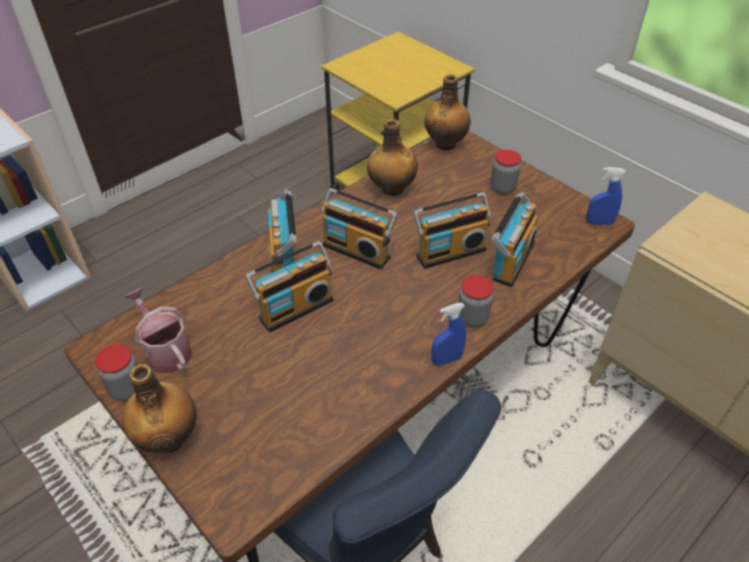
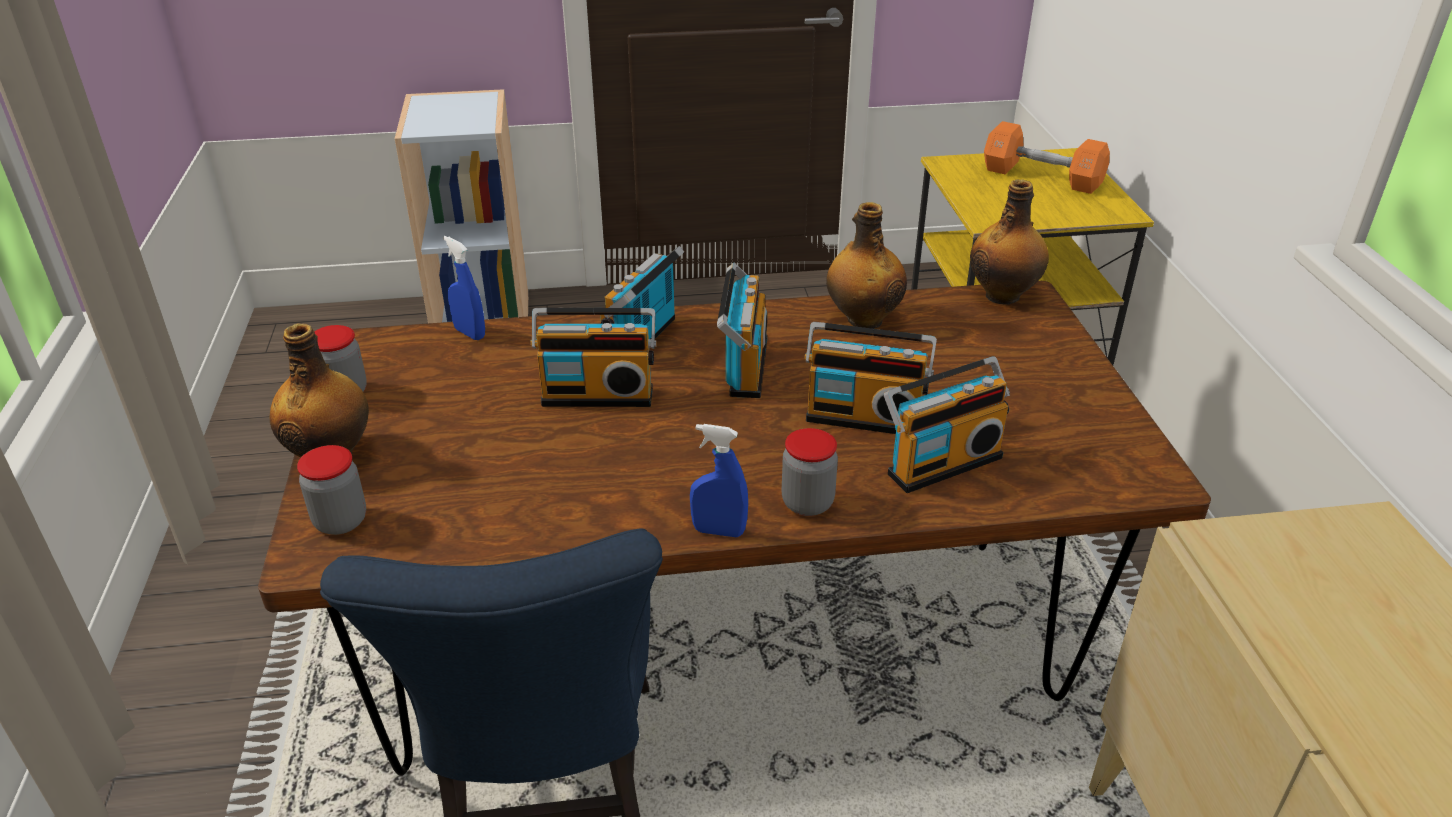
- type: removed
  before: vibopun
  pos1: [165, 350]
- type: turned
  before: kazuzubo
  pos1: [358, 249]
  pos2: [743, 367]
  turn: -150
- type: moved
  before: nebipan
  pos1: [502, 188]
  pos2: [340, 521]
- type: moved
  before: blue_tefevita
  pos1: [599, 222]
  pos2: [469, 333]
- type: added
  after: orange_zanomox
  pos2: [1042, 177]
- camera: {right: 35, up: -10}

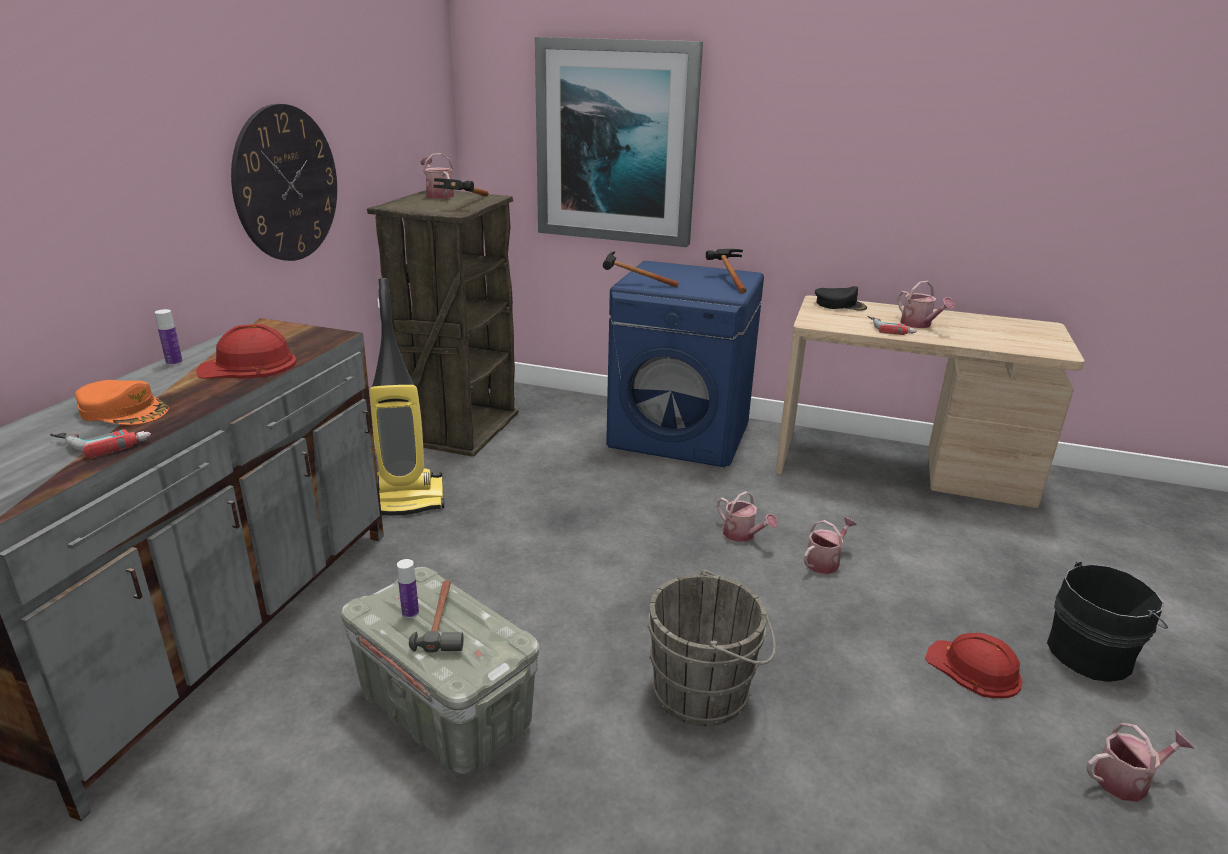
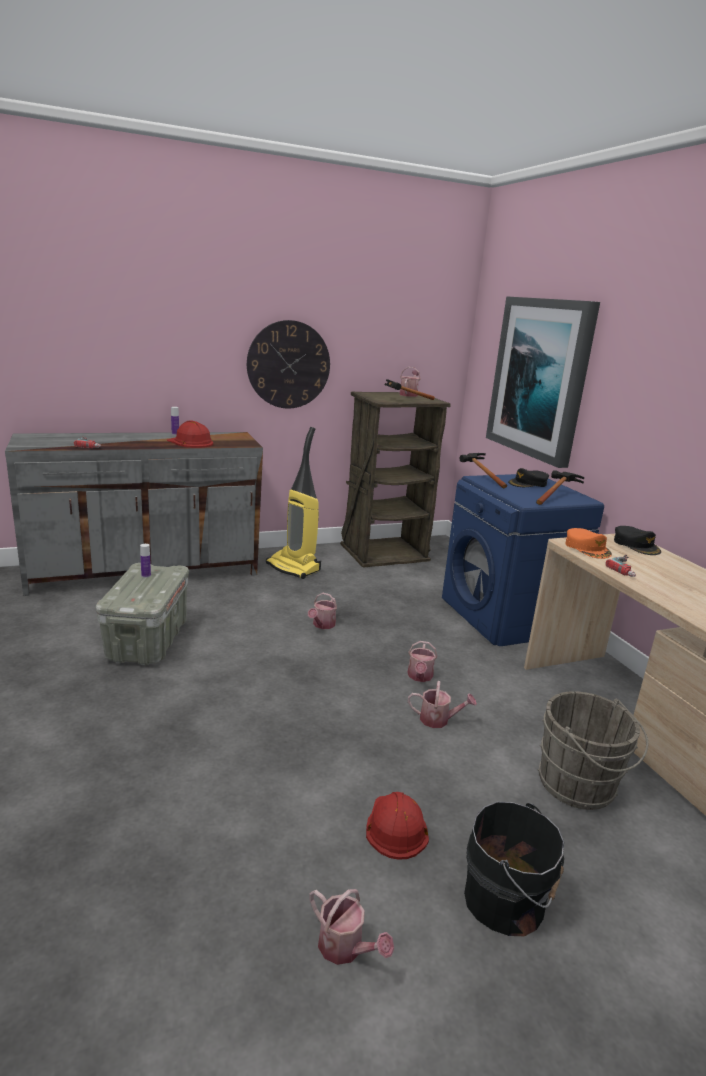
- type: moved
  before: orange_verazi
  pos1: [124, 411]
  pos2: [587, 548]
- type: removed
  before: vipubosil
  pos1: [443, 620]
- type: moved
  before: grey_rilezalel
  pos1: [707, 691]
  pos2: [580, 786]
- type: moved
  before: vibopun
  pos1: [919, 325]
  pos2: [322, 625]
- type: added
  after: black_verazi
  pos2: [528, 483]
- camera: {right: 50, up: -5}

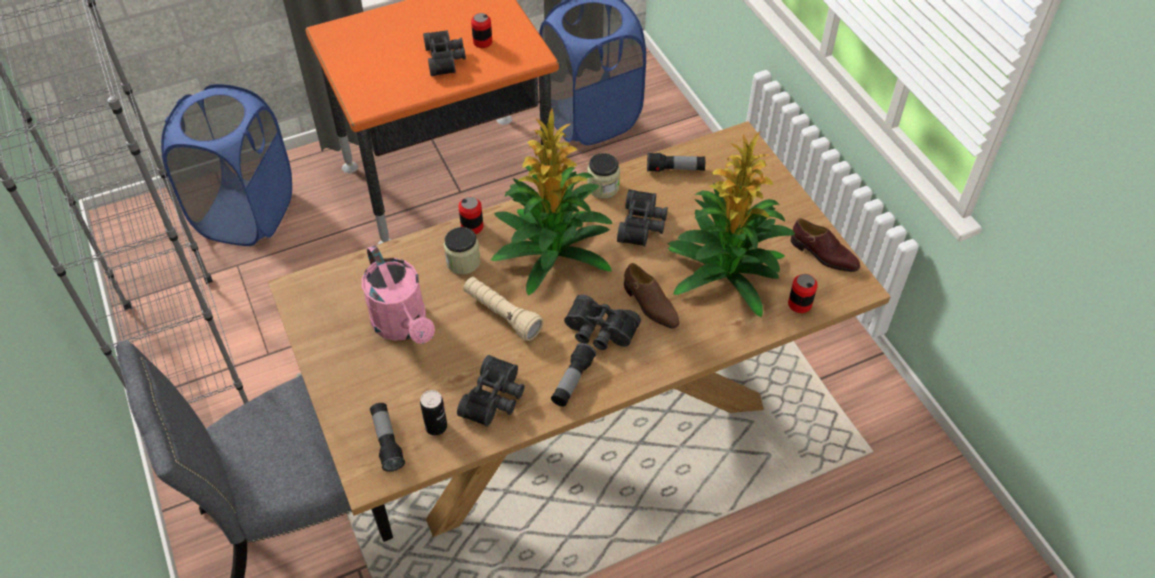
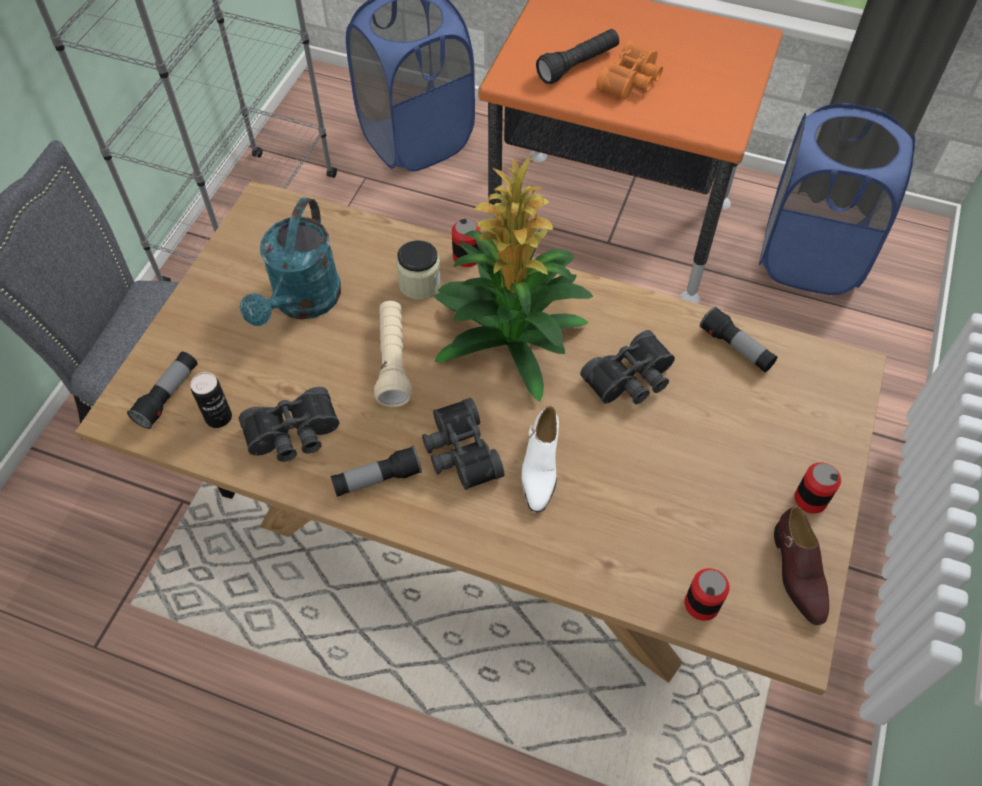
- type: recoloured
  before: pink_vibopun
  after: turquoise_vibopun
  pos1: [404, 326]
  pos2: [302, 303]
- type: recoloured
  before: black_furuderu
  after: orange_furuderu
  pos1: [446, 59]
  pos2: [632, 81]
- type: moved
  before: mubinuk
  pos1: [482, 42]
  pos2: [810, 499]
- type: removed
  before: nebipan
  pos1: [603, 187]
- type: recoloured
  before: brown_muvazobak
  after: white_muvazobak
  pos1: [650, 305]
  pos2: [540, 468]
- type: removed
  before: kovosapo
  pos1: [726, 270]
- type: added
  after: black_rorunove
  pos2: [578, 65]
- camera: {right: 45, up: 5}

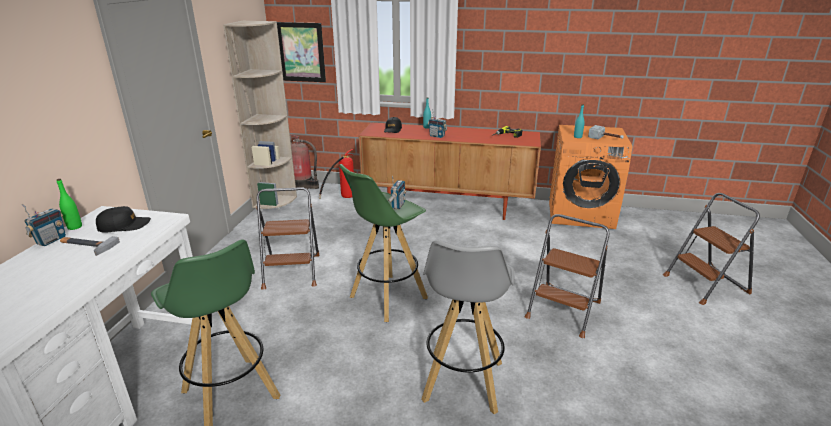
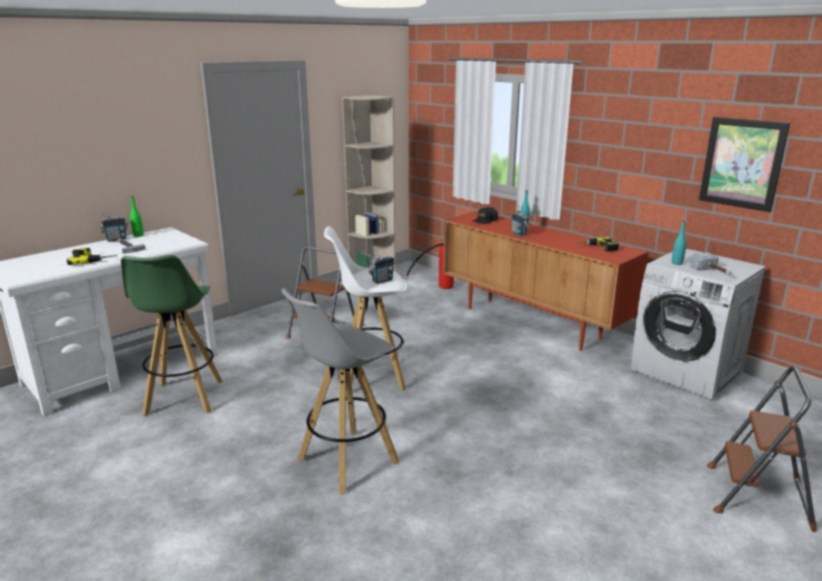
- type: removed
  before: black_verazi
  pos1: [124, 225]
- type: moved
  before: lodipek
  pos1: [301, 52]
  pos2: [742, 163]
- type: removed
  before: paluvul
  pos1: [304, 186]
- type: recoloured
  before: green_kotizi
  after: white_kotizi
  pos1: [386, 297]
  pos2: [370, 377]
- type: removed
  before: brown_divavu
  pos1: [565, 308]
- type: recoloured
  before: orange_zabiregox
  after: white_zabiregox
  pos1: [580, 216]
  pos2: [685, 374]
- type: added
  after: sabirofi
  pos2: [93, 259]
- camera: {right: 35, up: -5}

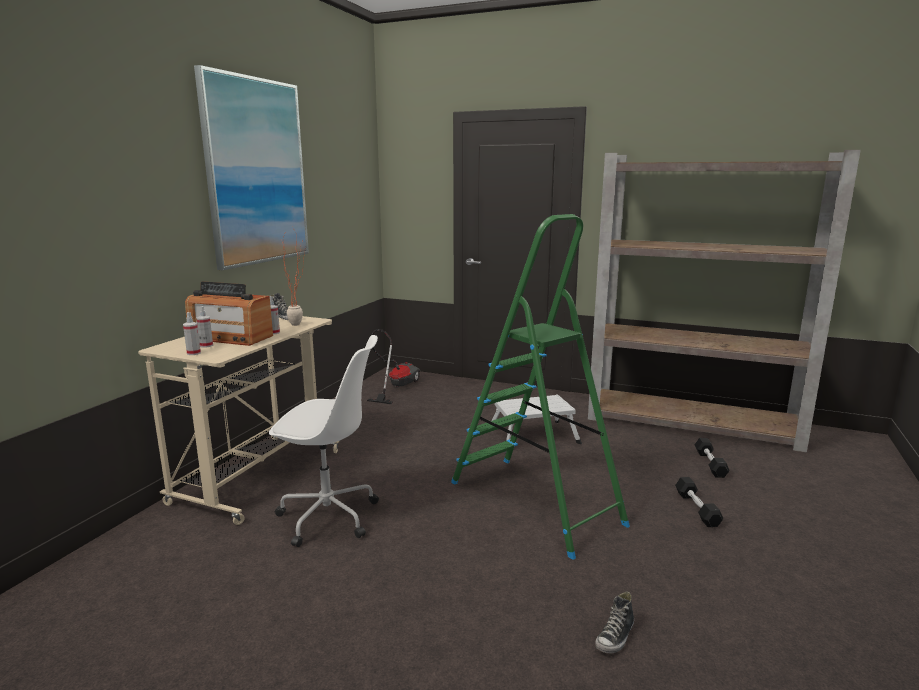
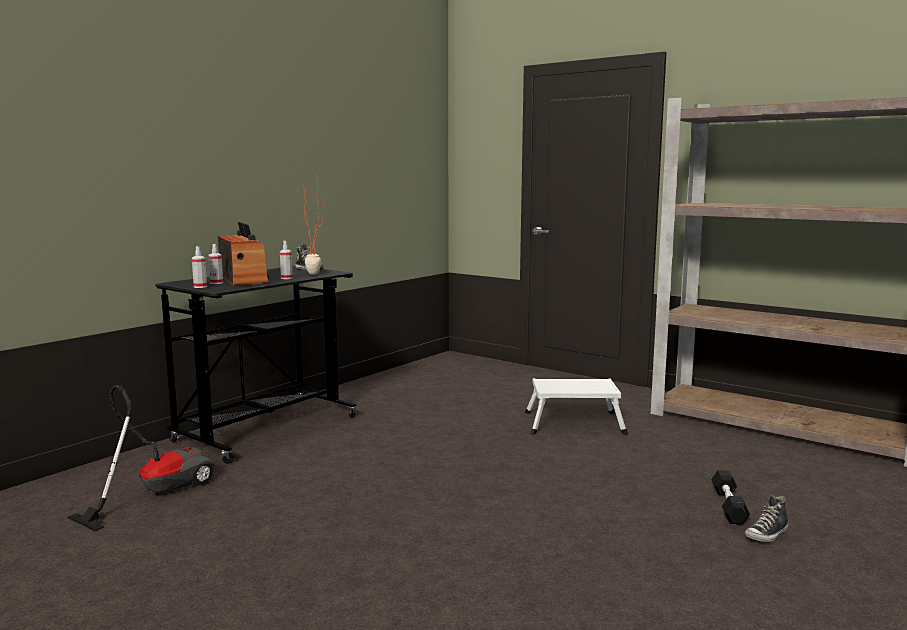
- type: recoloured
  before: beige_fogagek
  after: black_fogagek
  pos1: [258, 476]
  pos2: [267, 428]
- type: turned
  before: kazuzubo
  pos1: [230, 337]
  pos2: [243, 279]
  turn: -150
- type: removed
  before: lodipek
  pos1: [256, 172]
- type: removed
  before: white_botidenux
  pos1: [331, 517]
- type: moved
  before: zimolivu
  pos1: [395, 387]
  pos2: [155, 492]
- type: removed
  before: green_divavu
  pos1: [533, 502]
- type: moved
  before: muvazobak
  pos1: [615, 637]
  pos2: [767, 534]
- type: removed
  before: black_zanomox
  pos1: [710, 464]
- camera: {right: 15, up: -5}

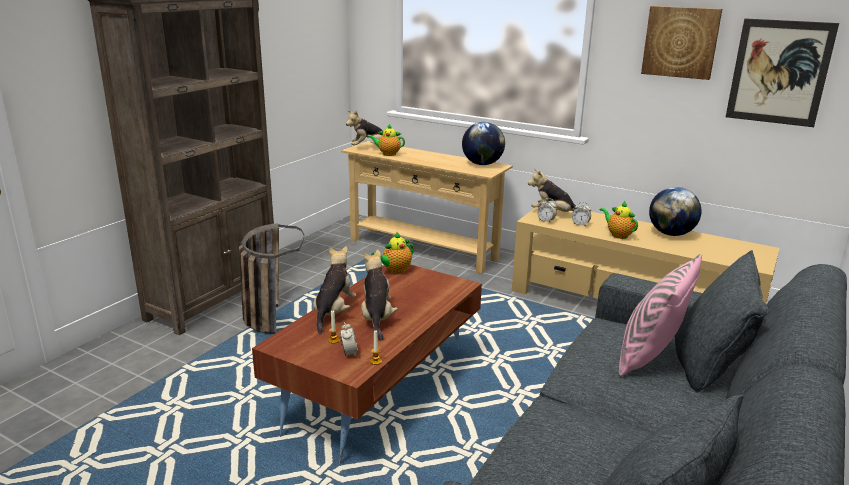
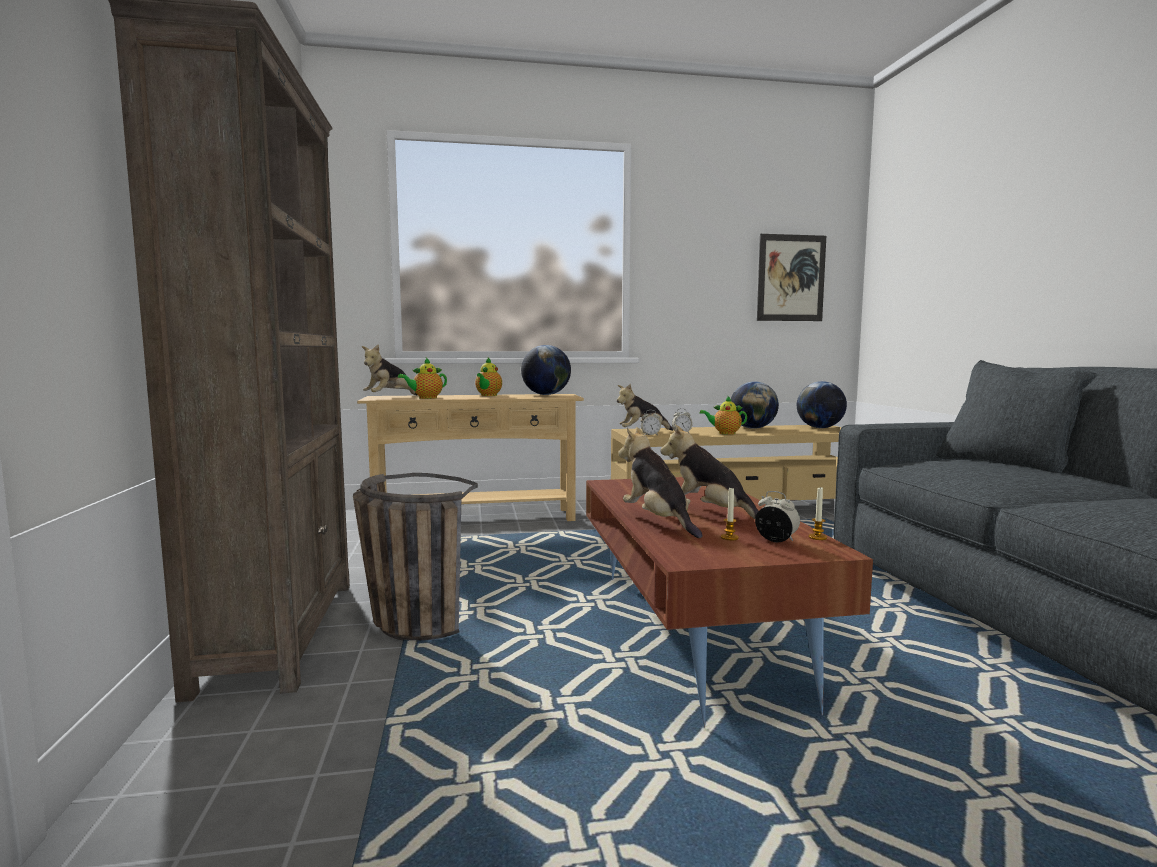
- type: moved
  before: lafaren
  pos1: [395, 270]
  pos2: [488, 395]
- type: removed
  before: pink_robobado
  pos1: [650, 357]
- type: removed
  before: lodipek
  pos1: [680, 42]
- type: added
  after: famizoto
  pos2: [820, 428]
- camera: {right: -40, up: -15}

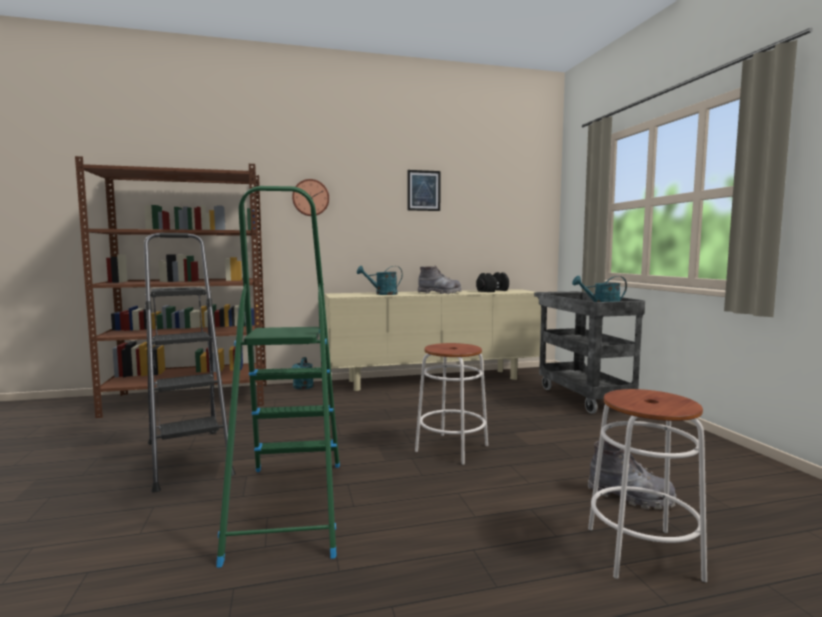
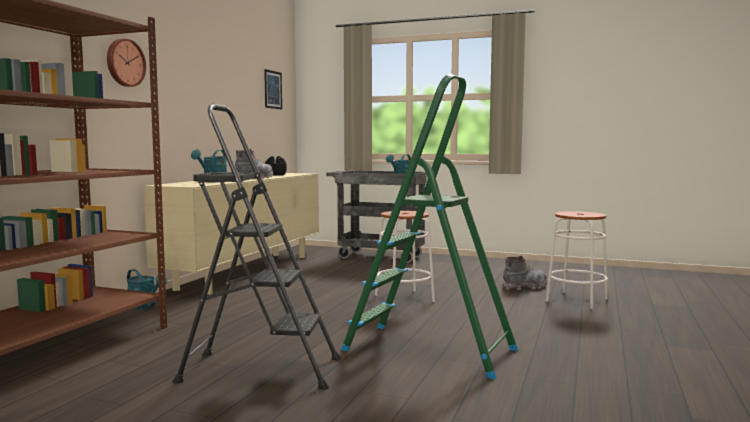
- type: moved
  before: lodipek
  pos1: [423, 190]
  pos2: [273, 89]
- camera: {right: -55, up: 0}

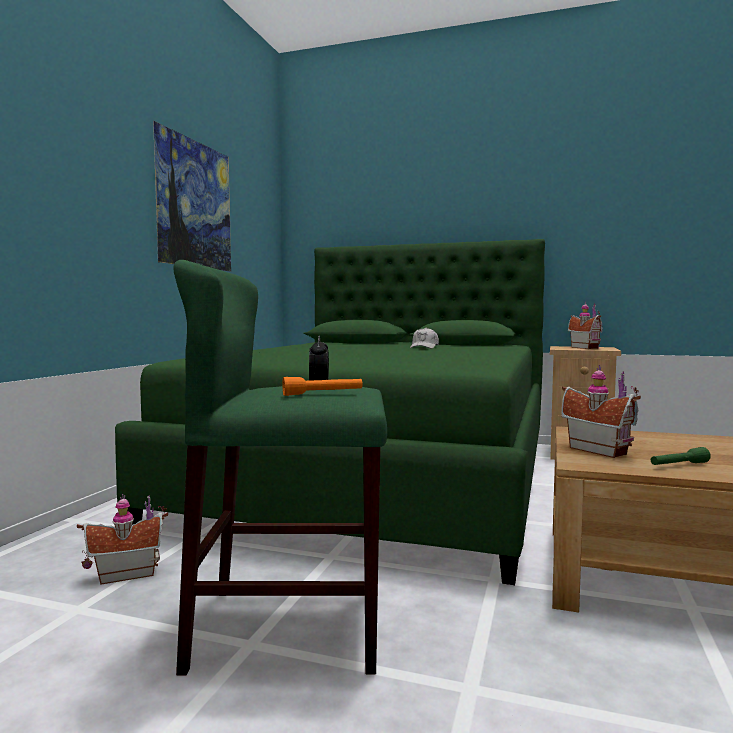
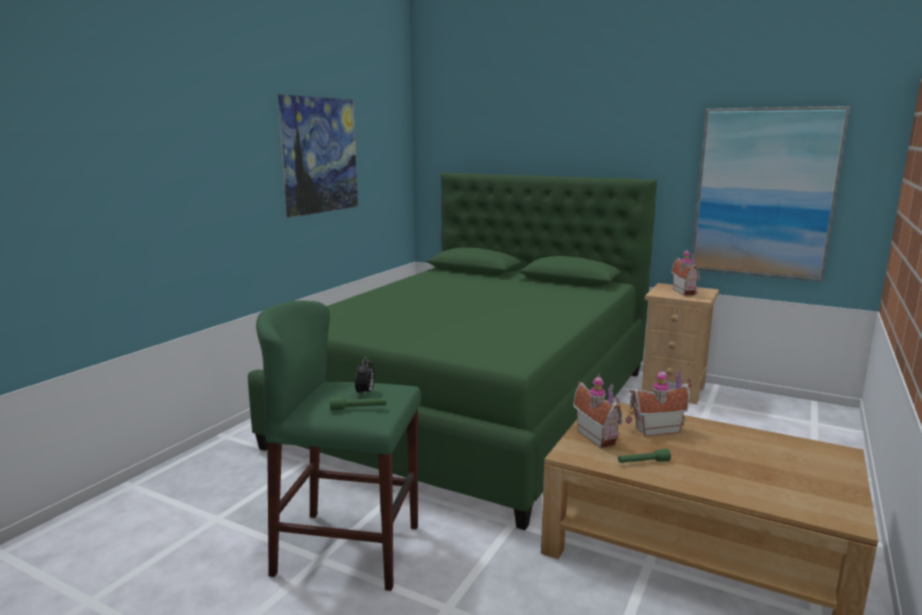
- type: moved
  before: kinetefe
  pos1: [126, 573]
  pos2: [655, 429]
- type: recoloured
  before: orange_rorunove
  after: green_rorunove
  pos1: [323, 394]
  pos2: [358, 408]
- type: removed
  before: white_verazi
  pos1: [424, 347]
- type: added
  after: lodipek
  pos2: [764, 193]
- camera: {right: 10, up: 10}

